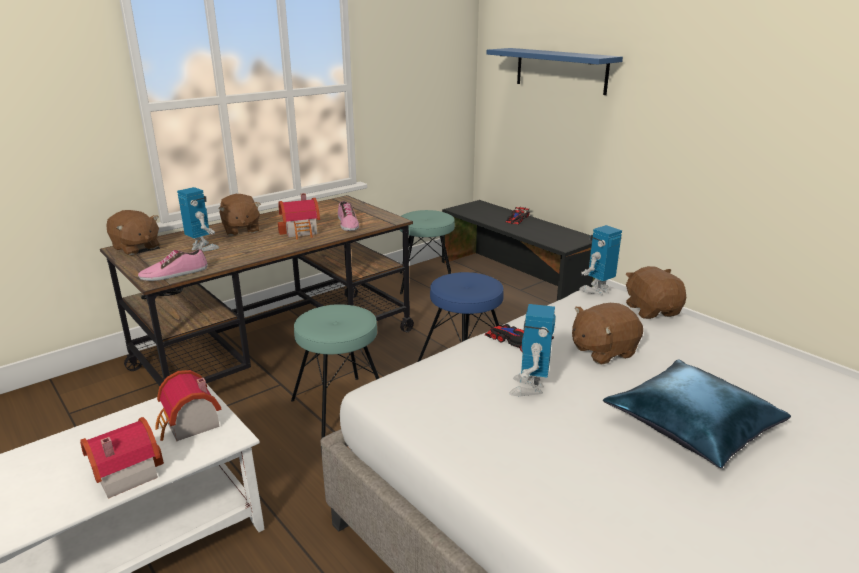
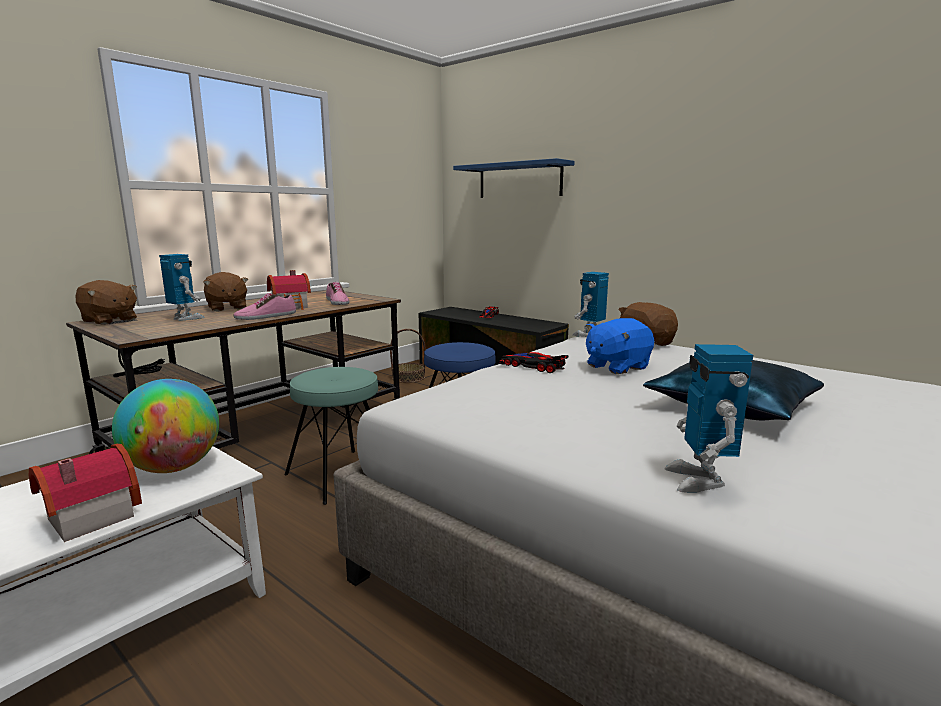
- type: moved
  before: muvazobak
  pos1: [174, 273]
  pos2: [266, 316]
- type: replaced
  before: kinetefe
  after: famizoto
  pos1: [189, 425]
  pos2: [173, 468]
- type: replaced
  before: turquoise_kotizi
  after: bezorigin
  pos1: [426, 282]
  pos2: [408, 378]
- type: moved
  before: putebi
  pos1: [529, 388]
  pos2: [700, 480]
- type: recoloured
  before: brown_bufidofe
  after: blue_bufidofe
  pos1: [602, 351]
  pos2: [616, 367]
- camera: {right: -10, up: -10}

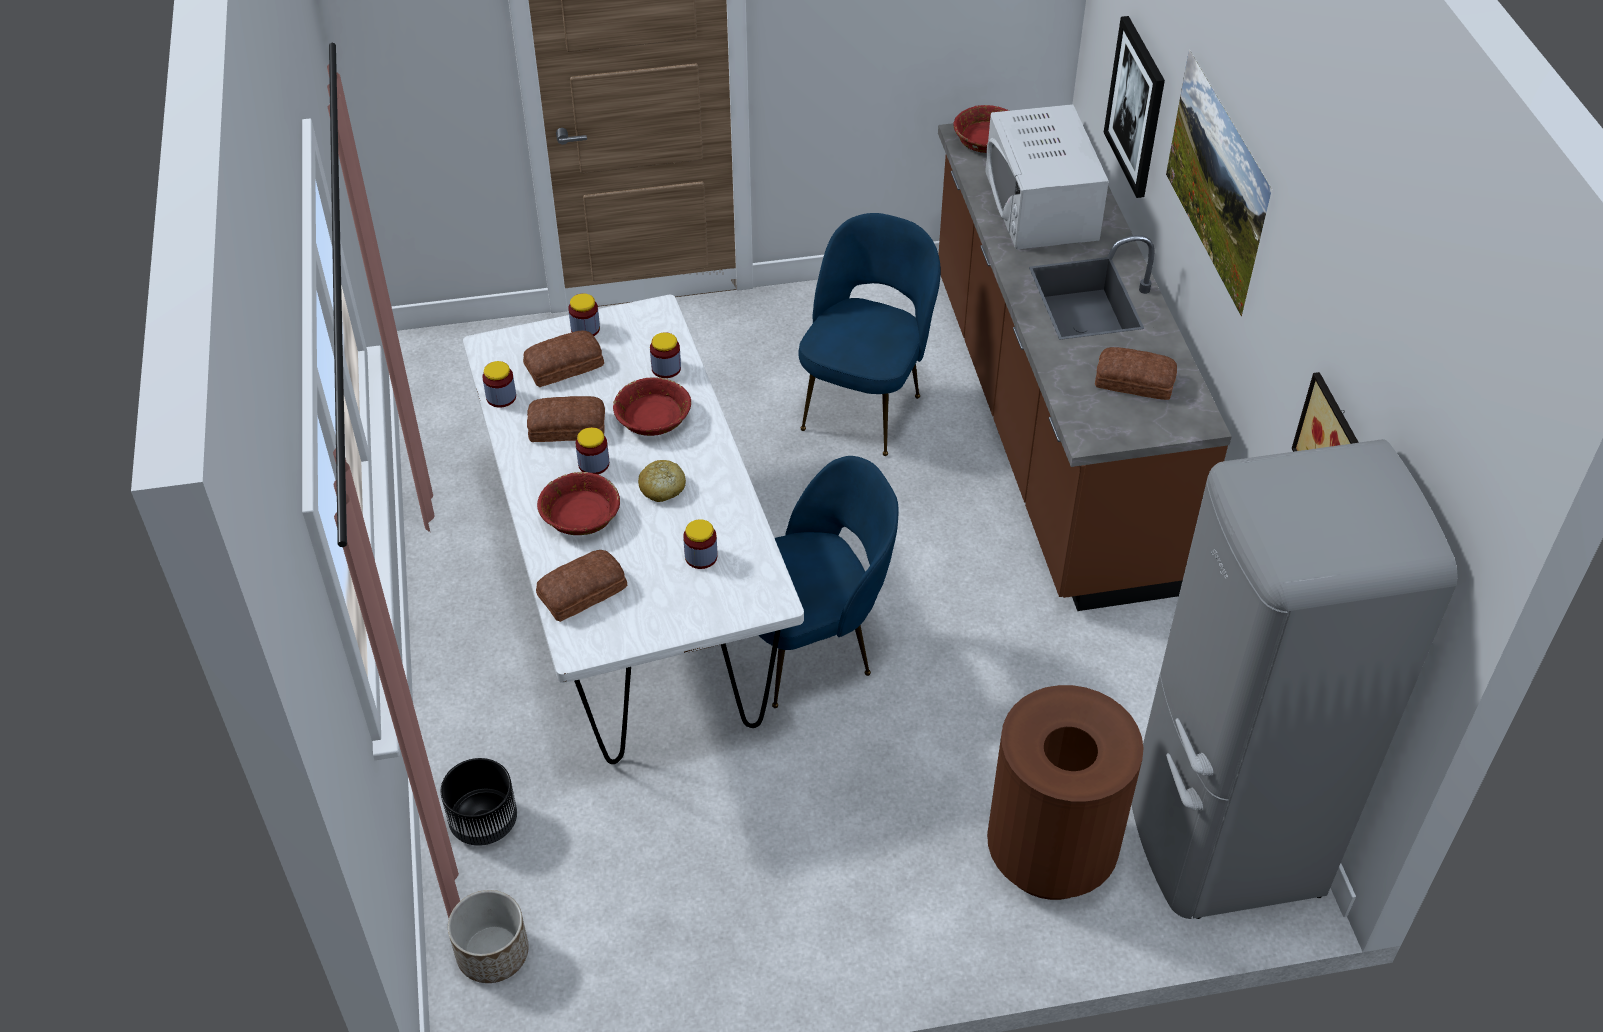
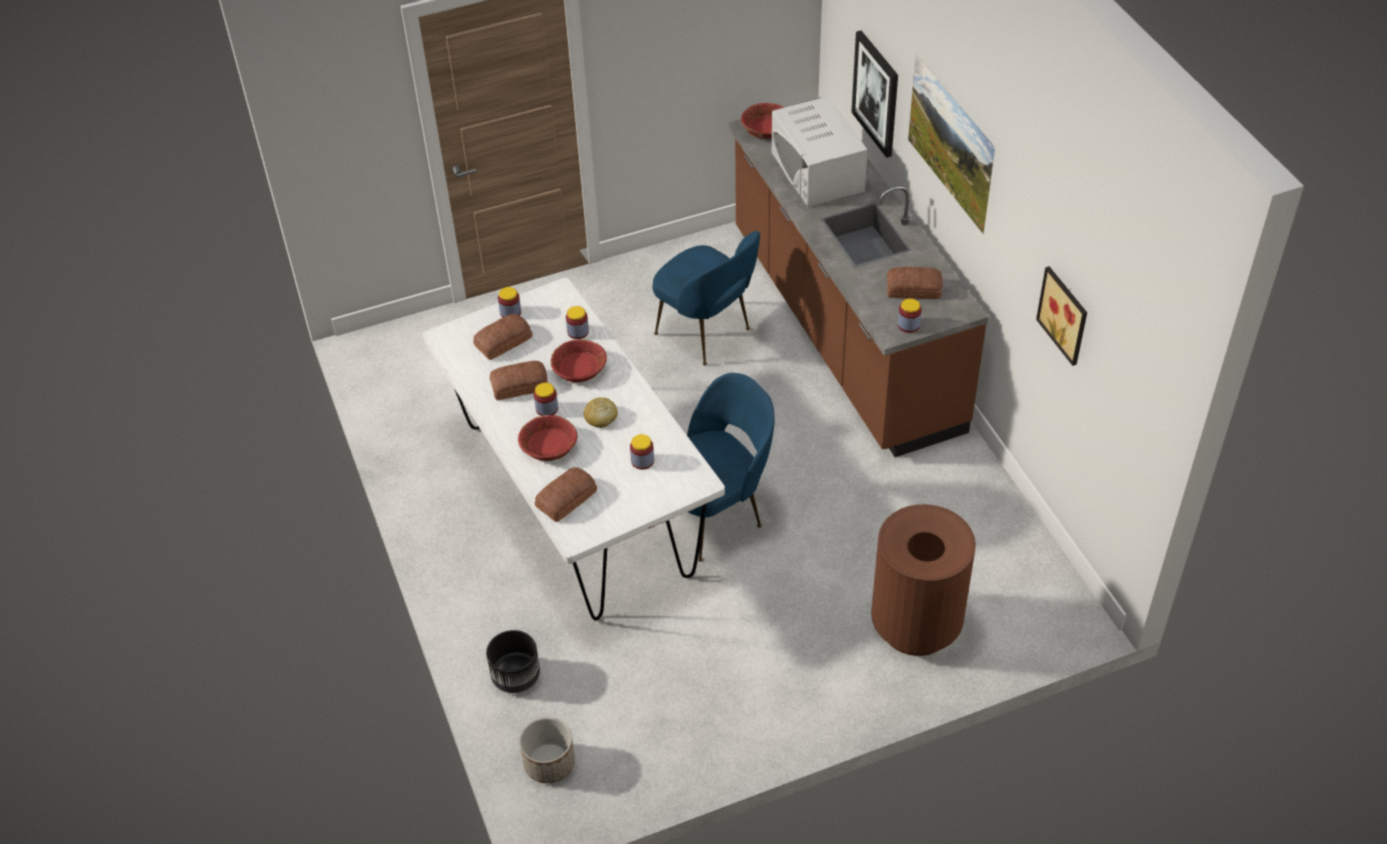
- type: moved
  before: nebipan
  pos1: [501, 397]
  pos2: [908, 325]
- type: turned
  before: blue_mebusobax
  pos1: [865, 406]
  pos2: [707, 336]
  turn: 120
- type: removed
  before: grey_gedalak
  pos1: [1220, 844]
- camera: {right: -10, up: 0}

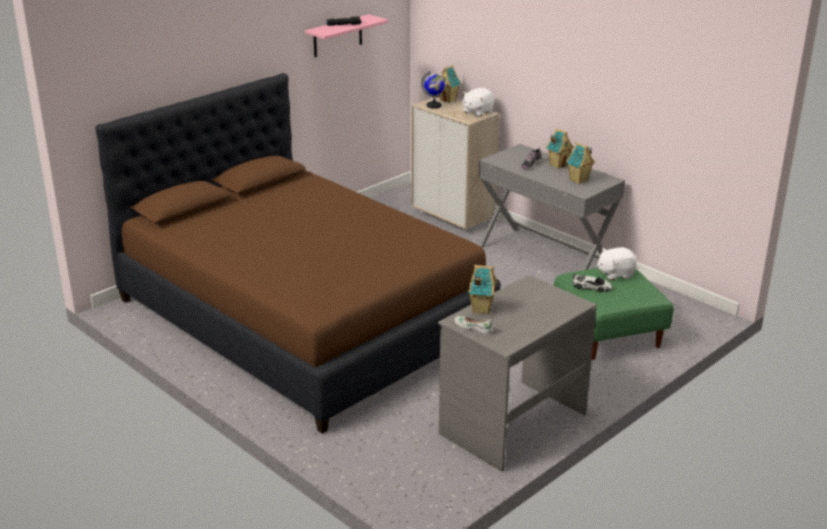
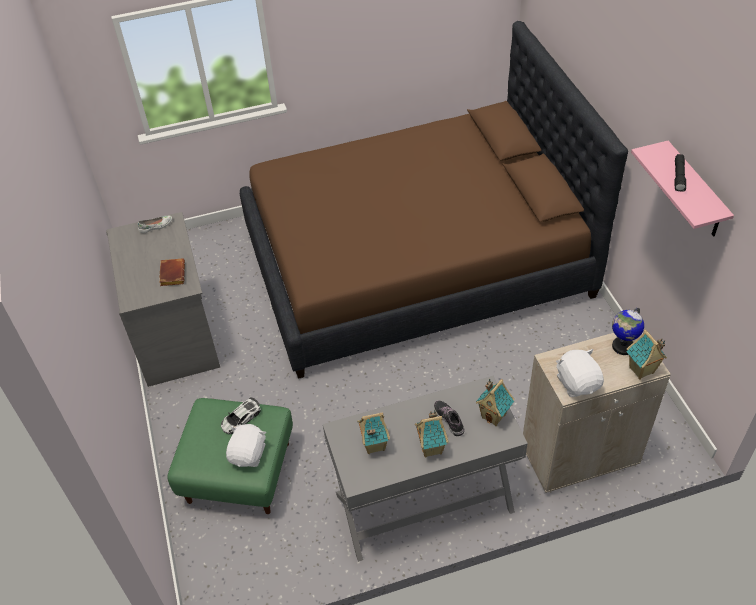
- type: moved
  before: kinetefe
  pos1: [481, 309]
  pos2: [494, 416]
- type: added
  after: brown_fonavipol
  pos2: [171, 274]
- camera: {right: 120, up: 20}

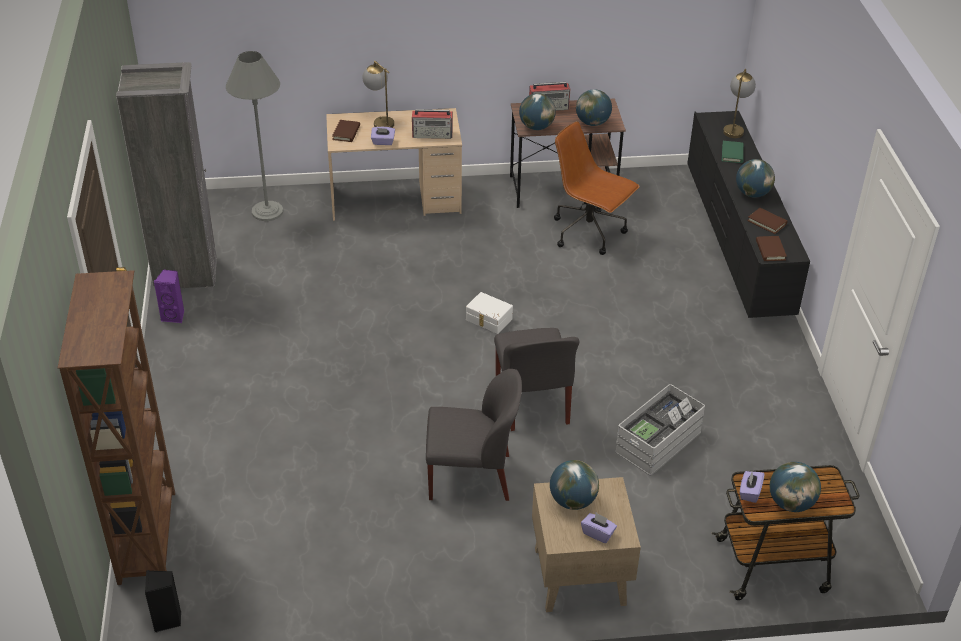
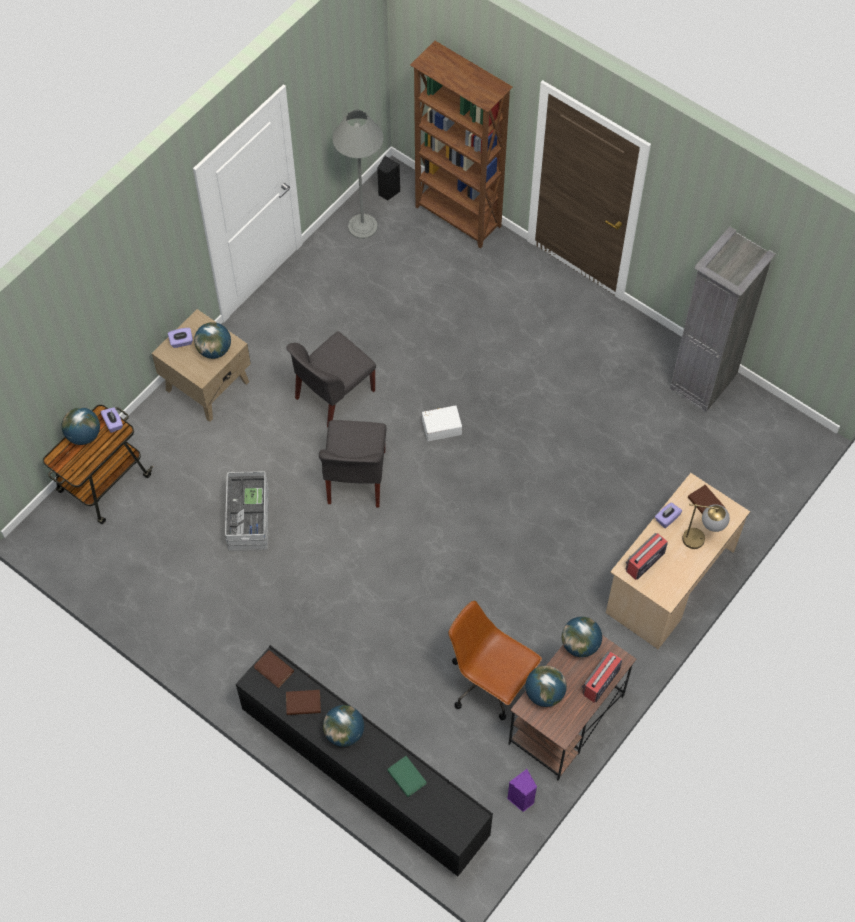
- type: moved
  before: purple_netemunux
  pos1: [174, 316]
  pos2: [521, 799]
- type: moved
  before: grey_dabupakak
  pos1: [267, 211]
  pos2: [362, 227]
- type: moved
  before: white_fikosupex
  pos1: [488, 320]
  pos2: [441, 426]
- type: turned
  before: grey_mebusobax
  pos1: [532, 403]
  pos2: [356, 479]
  turn: -120
- type: turned
  before: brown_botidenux
  pos1: [589, 233]
  pos2: [490, 683]
  turn: -135
- type: removed
  before: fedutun
  pos1: [734, 128]
- camera: {right: 135, up: 20}

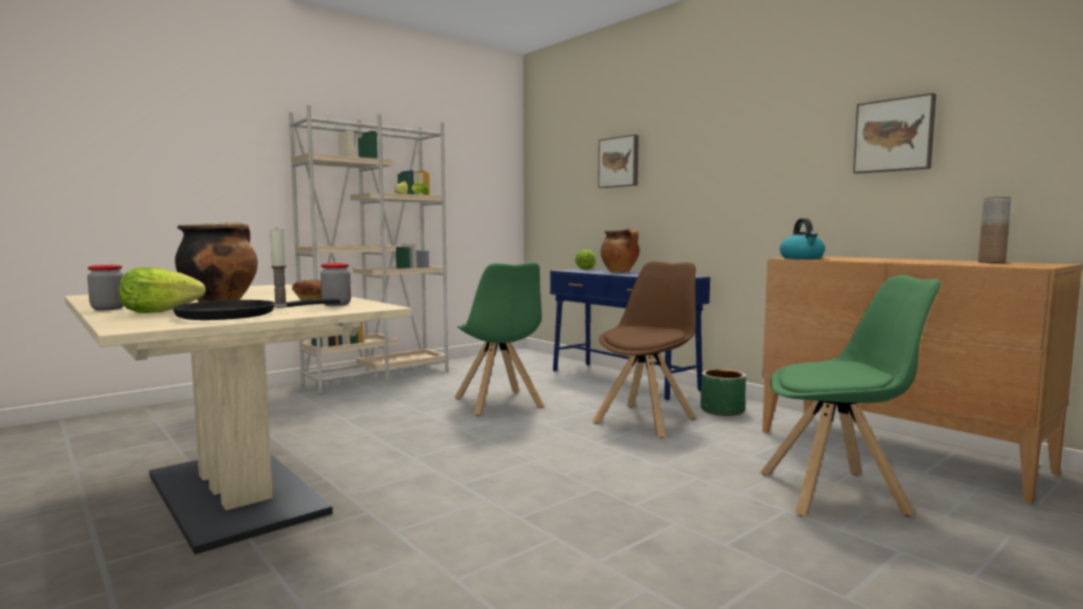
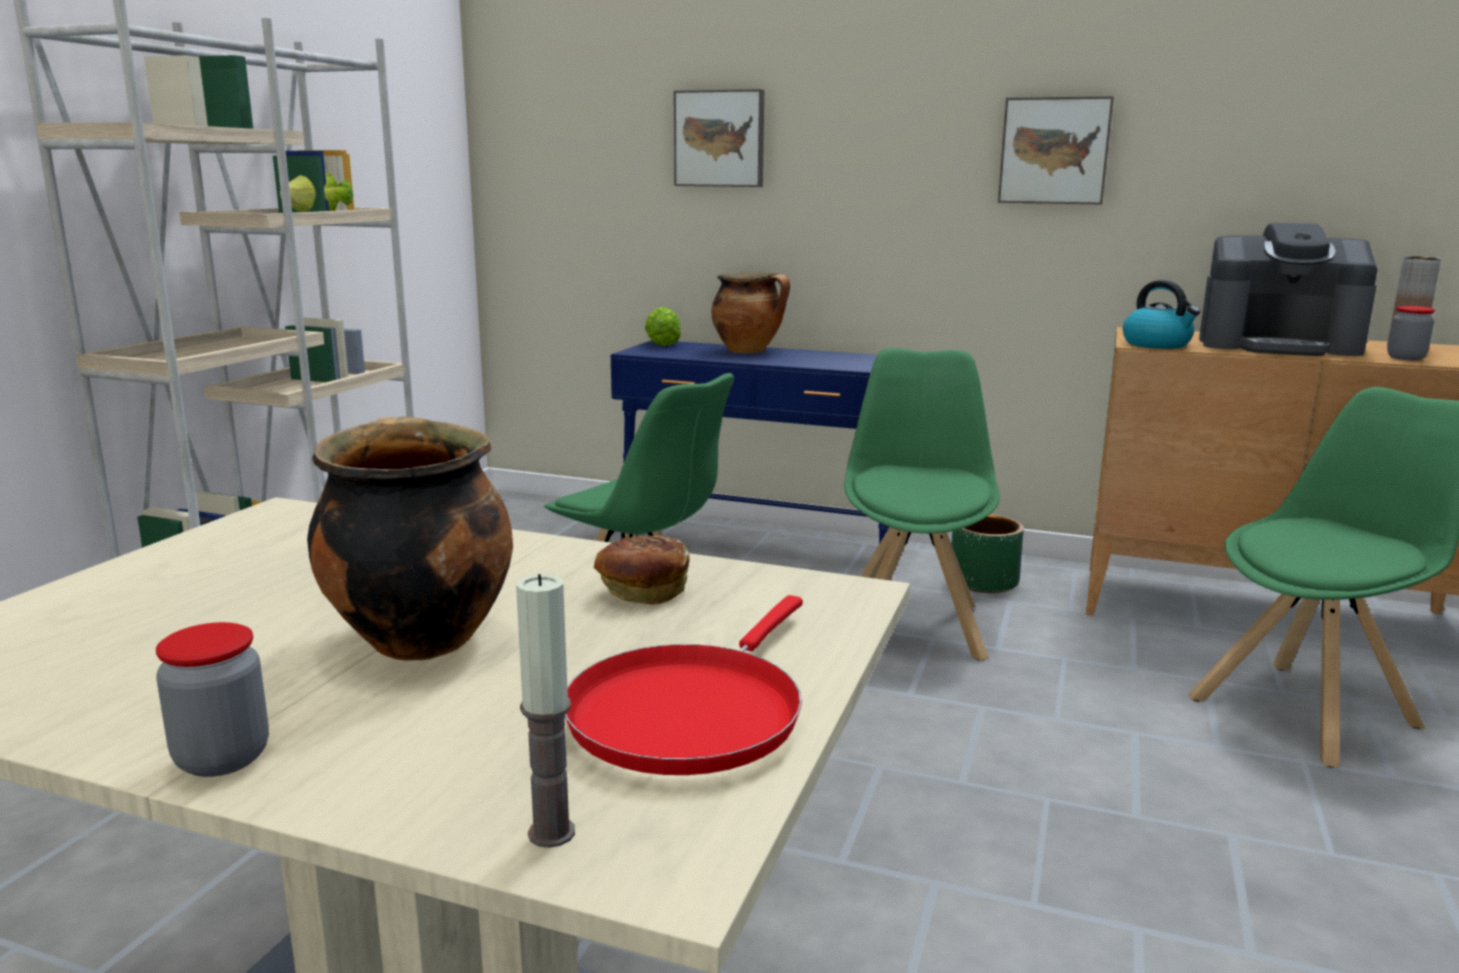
- type: removed
  before: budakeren
  pos1: [159, 312]
- type: recoloured
  before: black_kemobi
  after: red_kemobi
  pos1: [235, 315]
  pos2: [691, 712]
- type: moved
  before: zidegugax
  pos1: [280, 306]
  pos2: [552, 833]
- type: moved
  before: nebipan
  pos1: [336, 304]
  pos2: [1405, 358]
- type: recoloured
  before: brown_mebusobax
  after: green_mebusobax
  pos1: [647, 419]
  pos2: [912, 624]
- type: moved
  before: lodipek
  pos1: [894, 135]
  pos2: [1054, 151]
- type: added
  after: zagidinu
  pos2: [1278, 345]
- camera: {right: -30, up: 10}

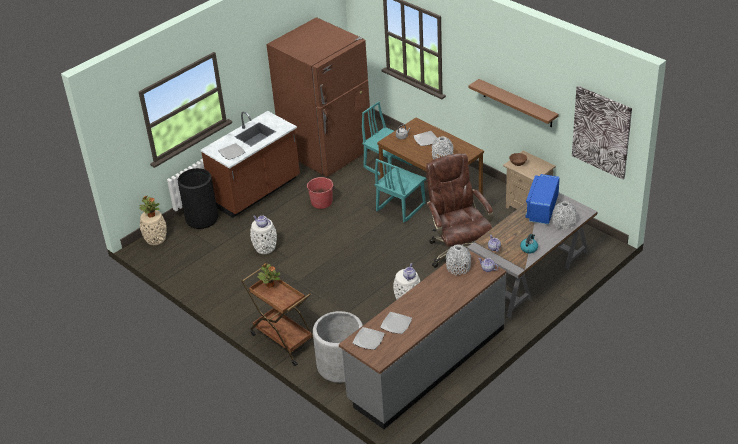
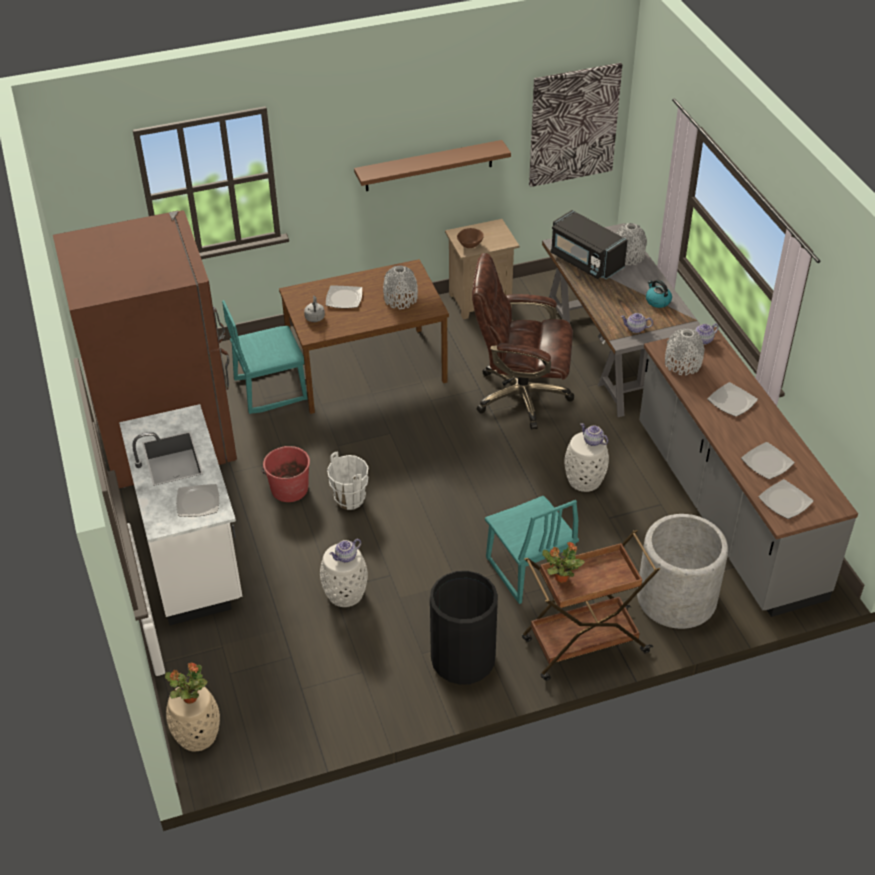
- type: moved
  before: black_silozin
  pos1: [202, 219]
  pos2: [463, 659]
- type: recoloured
  before: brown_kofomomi
  after: white_kofomomi
  pos1: [257, 192]
  pos2: [193, 556]
- type: moved
  before: turquoise_mebusobax
  pos1: [400, 207]
  pos2: [529, 570]
- type: recoloured
  before: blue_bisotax
  after: black_bisotax
  pos1: [542, 209]
  pos2: [585, 261]
- type: added
  after: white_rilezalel
  pos2: [350, 499]
- type: added
  after: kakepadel
  pos2: [731, 401]
- camera: {right: -65, up: 5}

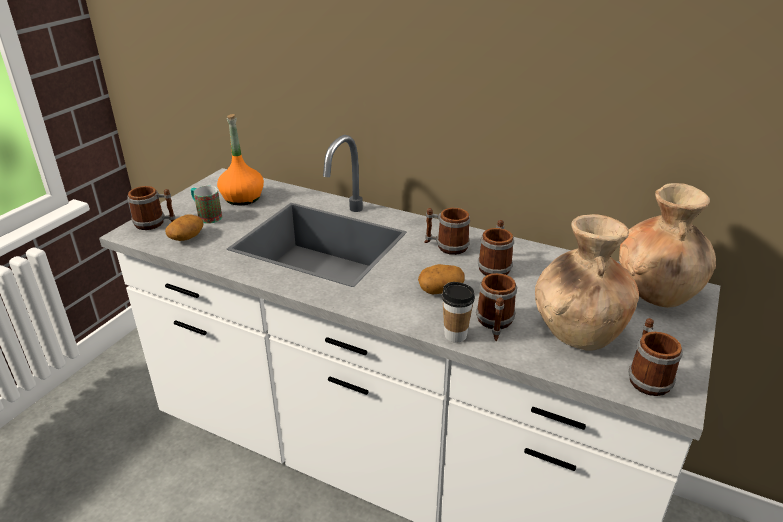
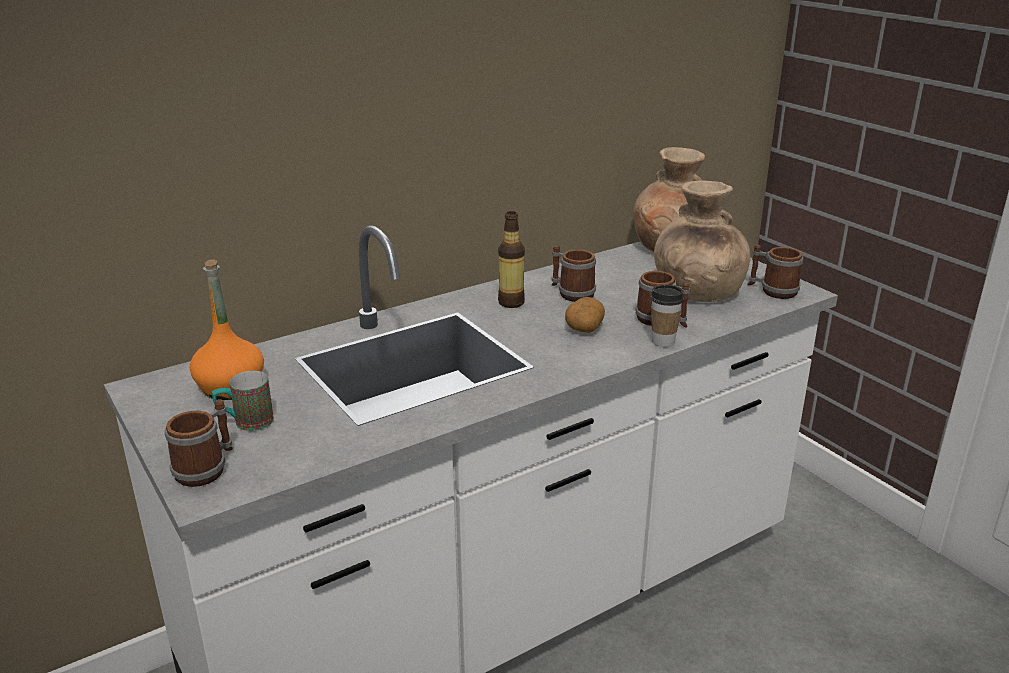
- type: removed
  before: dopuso
  pos1: [186, 237]
- type: replaced
  before: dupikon
  after: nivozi
  pos1: [446, 246]
  pos2: [511, 303]
- camera: {right: -60, up: -5}

